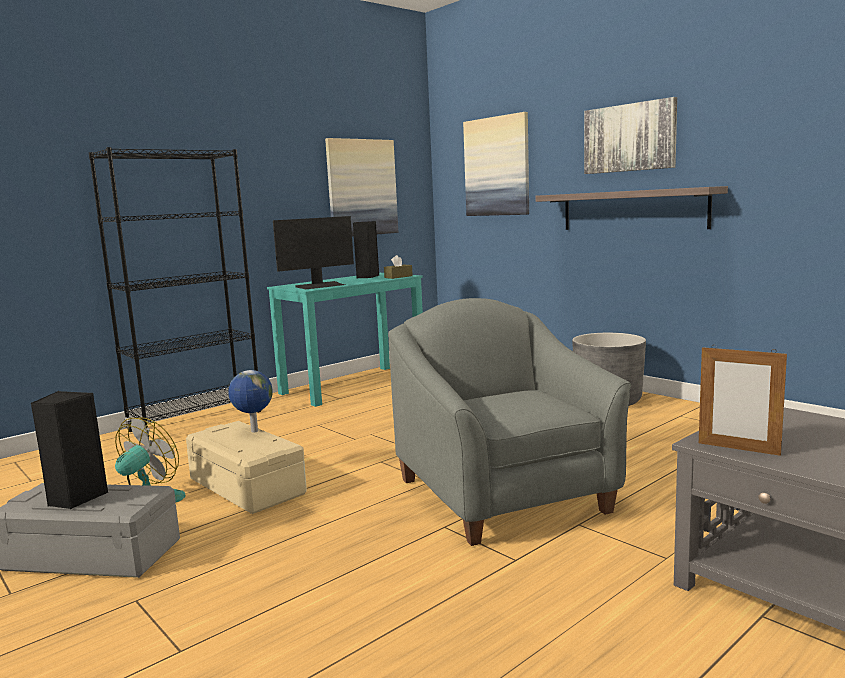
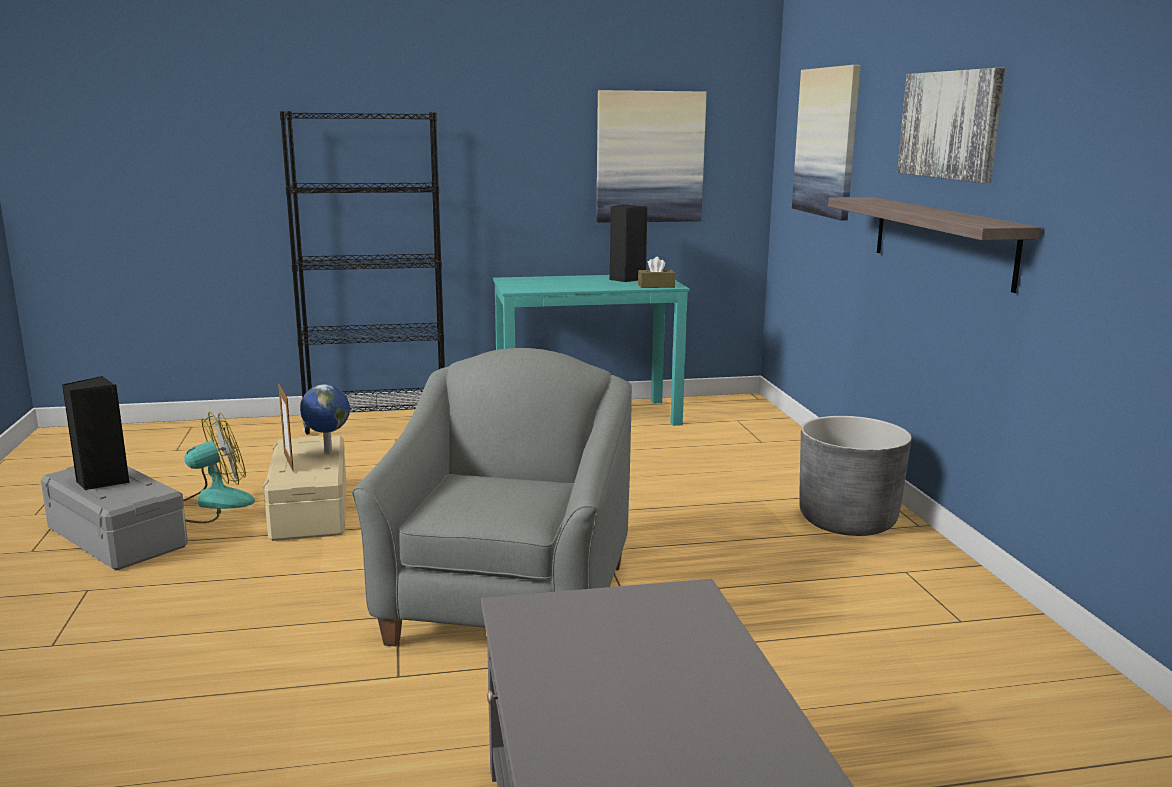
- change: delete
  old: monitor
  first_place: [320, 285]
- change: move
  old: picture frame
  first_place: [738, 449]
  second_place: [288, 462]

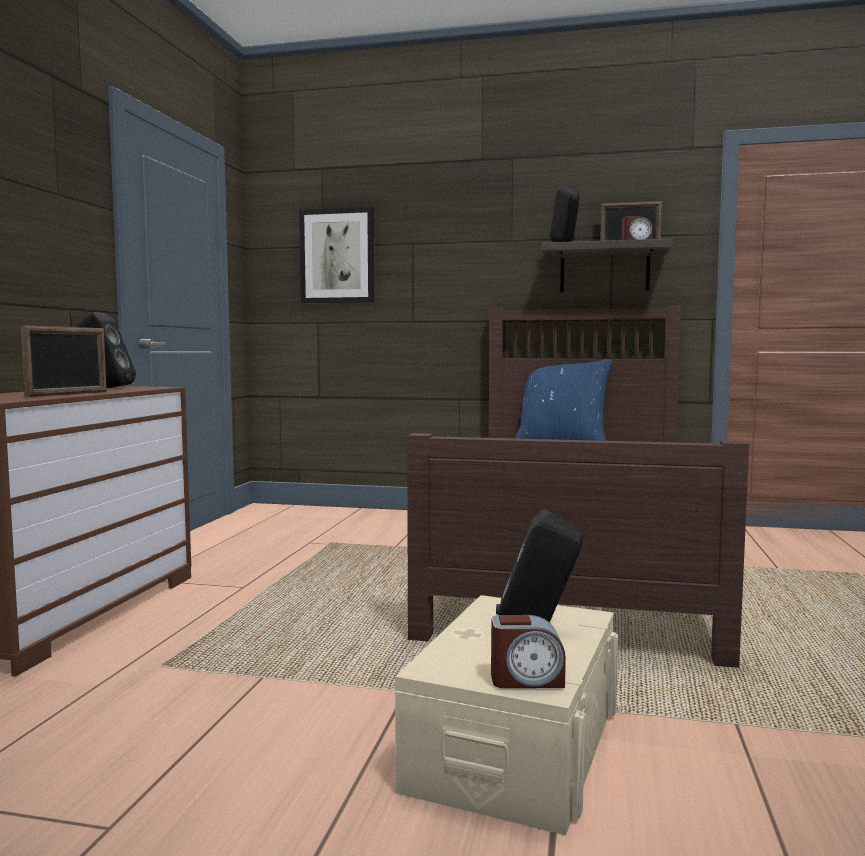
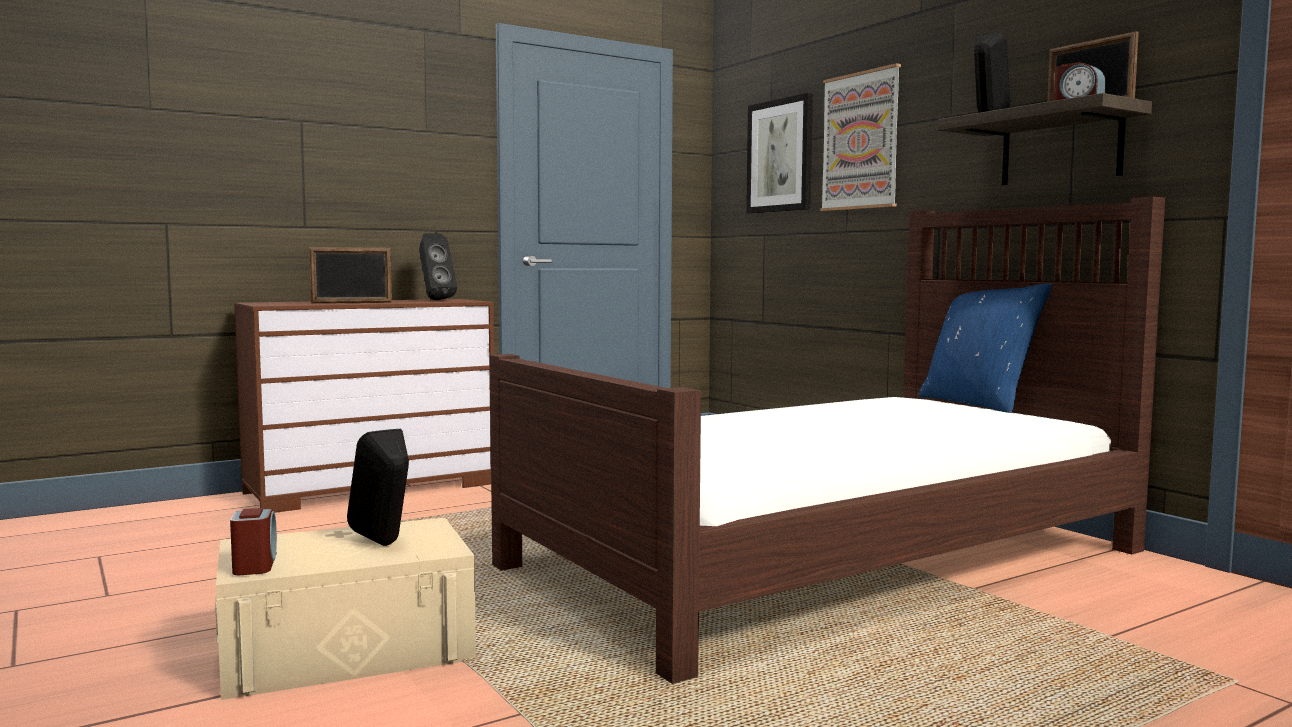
- change: insert
  new: picture
  second_place: [860, 141]
- change: rotate
  old: alarm clock
  first_place: [526, 680]
  second_place: [255, 565]
  degrees: -150

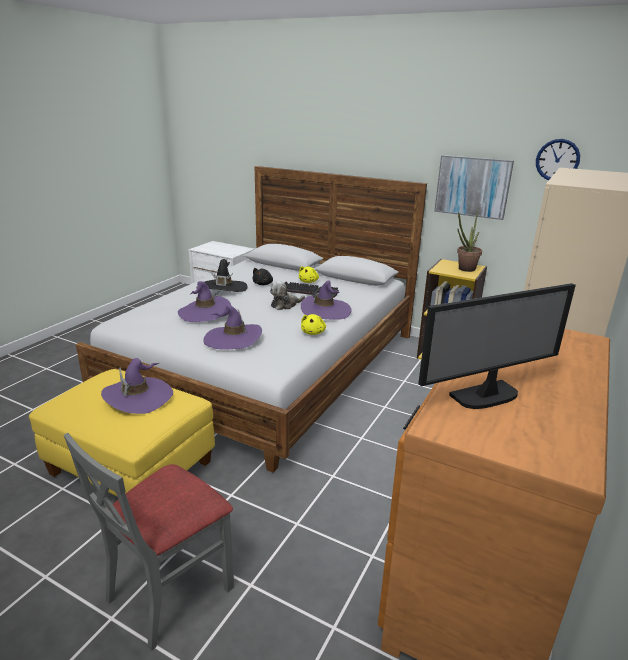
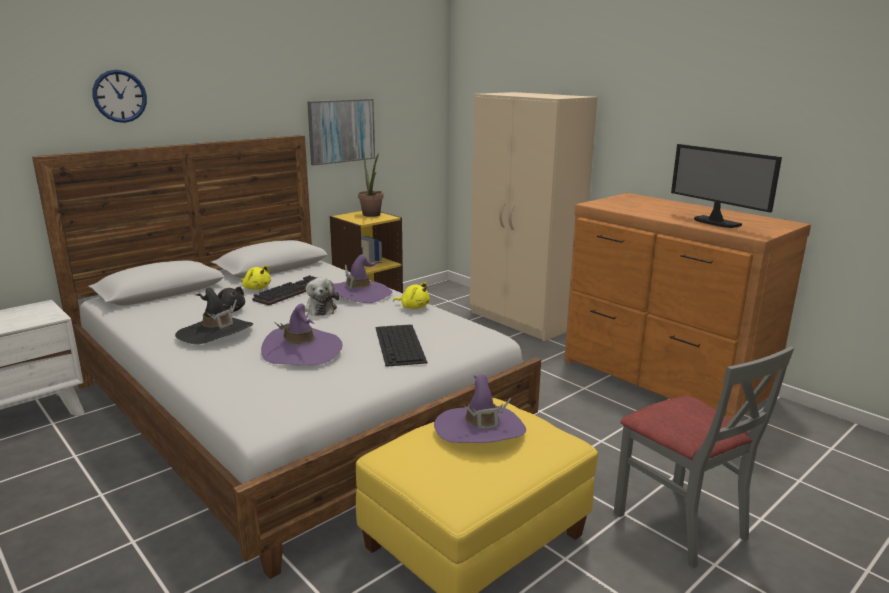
- change: move
  old: wall clock
  first_place: [557, 160]
  second_place: [119, 96]
- change: replace
  old: purple hat
  new: keyboard
  first_place: [233, 339]
  second_place: [400, 345]
- change: rotate
  old: monitor
  first_place: [486, 396]
  second_place: [715, 222]
  degrees: 150

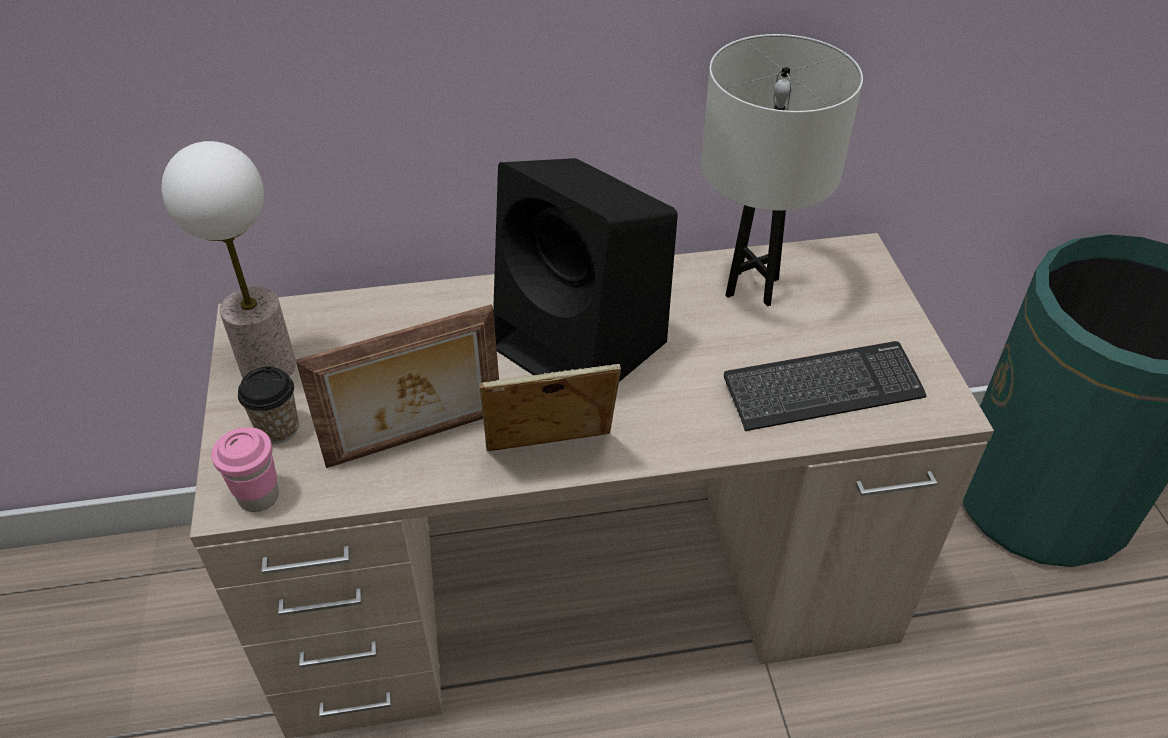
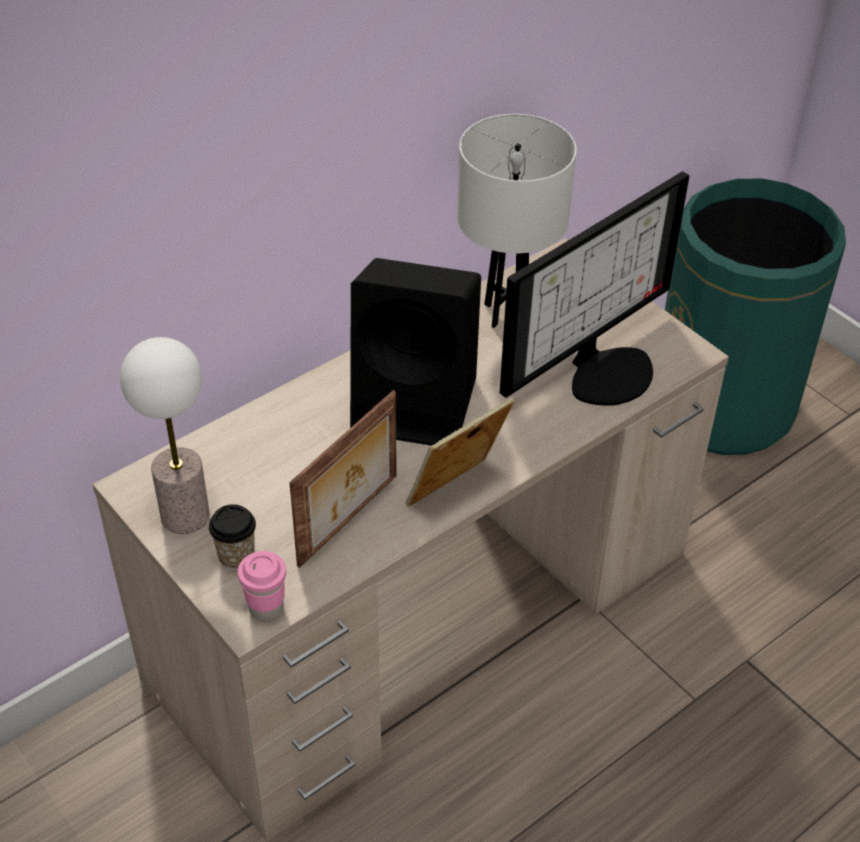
- change: replace
  old: keyboard
  new: monitor
  first_place: [822, 389]
  second_place: [605, 370]

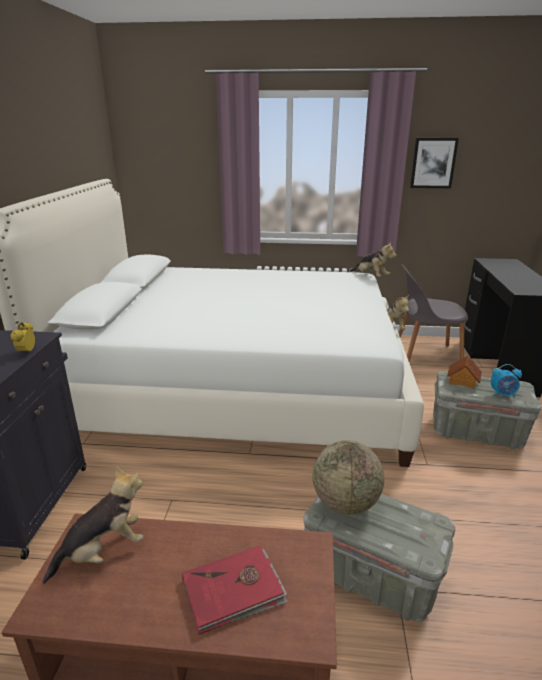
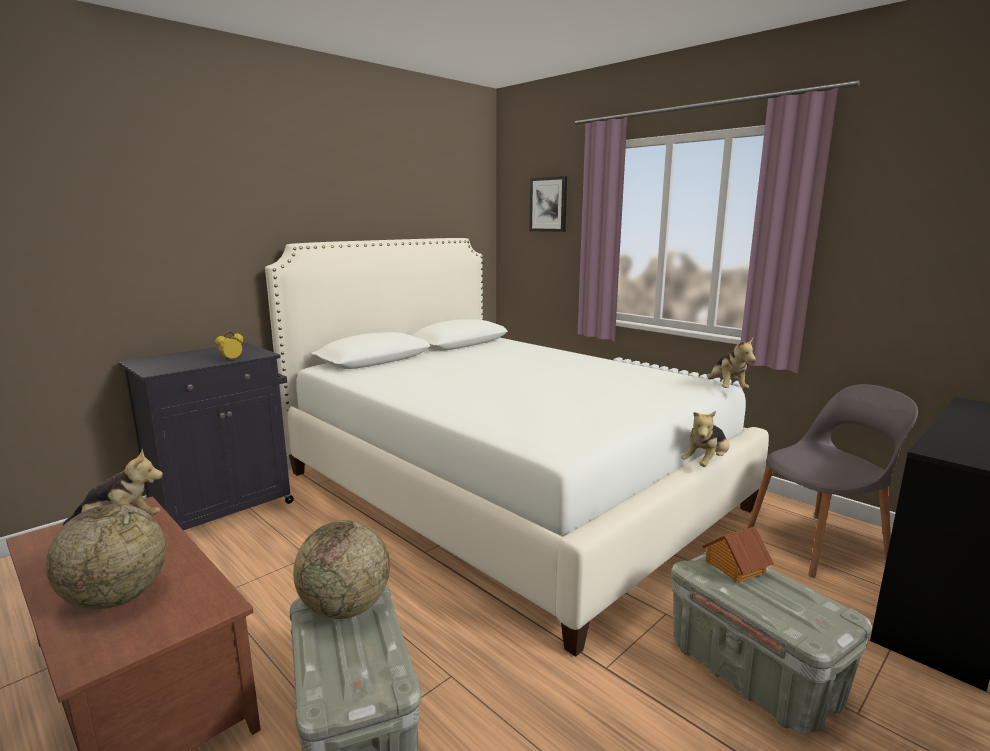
- change: delete
  old: alarm clock
  first_place: [502, 395]
- change: move
  old: picture
  first_place: [433, 163]
  second_place: [548, 204]
- change: replace
  old: red book
  new: globe
  first_place: [233, 591]
  second_place: [117, 598]
- change: rotate
  old: grey chair
  first_place: [424, 355]
  second_place: [819, 544]
  degrees: 120

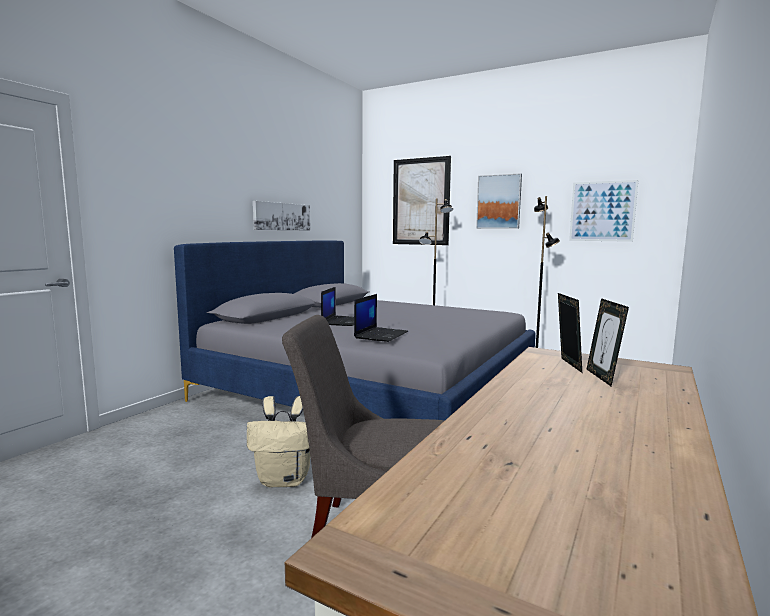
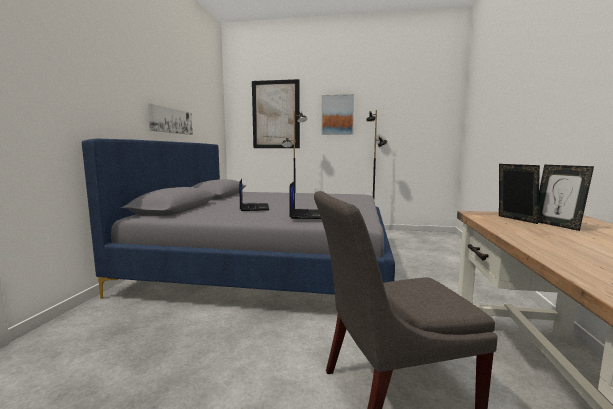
- change: delete
  old: beige backpack
  first_place: [285, 480]
- change: delete
  old: picture
  first_place: [602, 211]

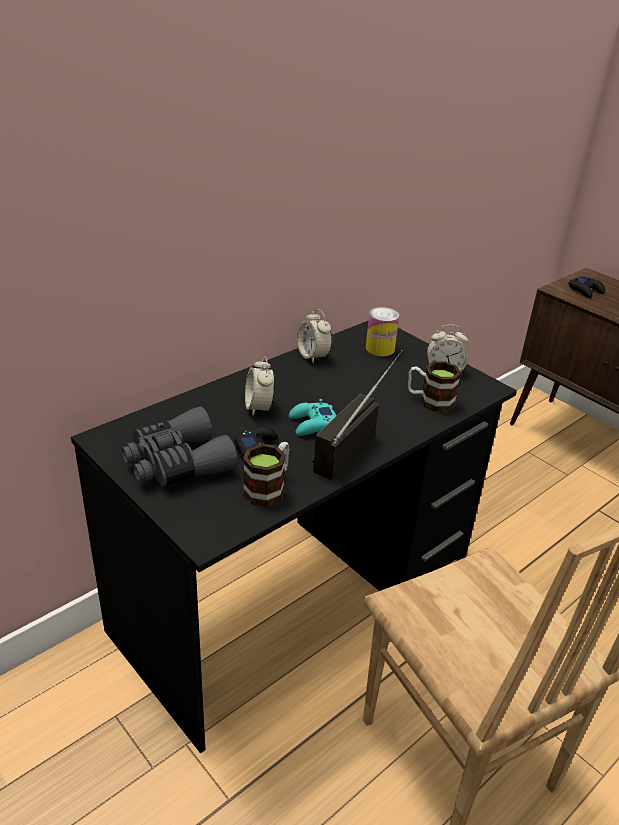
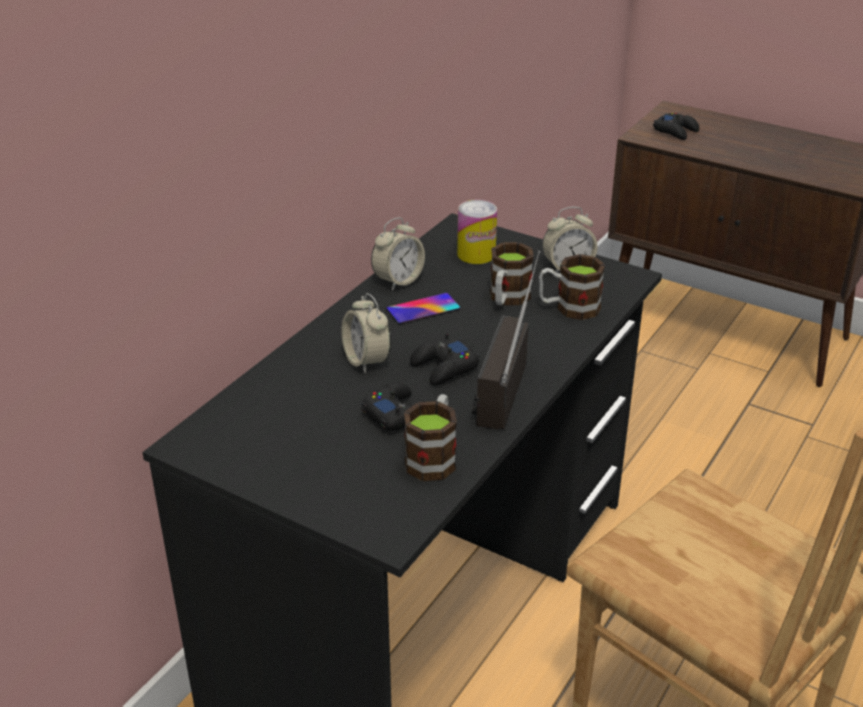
- change: delete
  old: grey binoculars
  first_place: [177, 463]
- change: insert
  new: phone
  second_place: [423, 309]
- change: insert
  new: mug
  second_place: [507, 299]
- change: recolor
  old: turquoise game controller
  new: black game controller
  first_place: [312, 424]
  second_place: [444, 367]
- change: rotate
  old: alarm clock
  first_place: [313, 356]
  second_place: [398, 281]
  degrees: -90

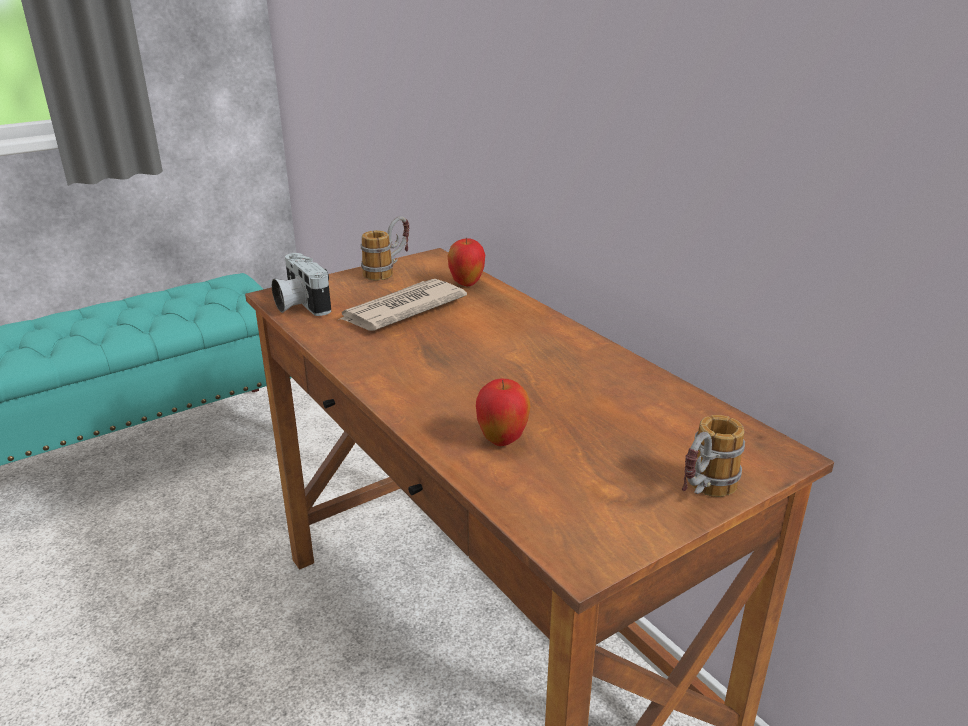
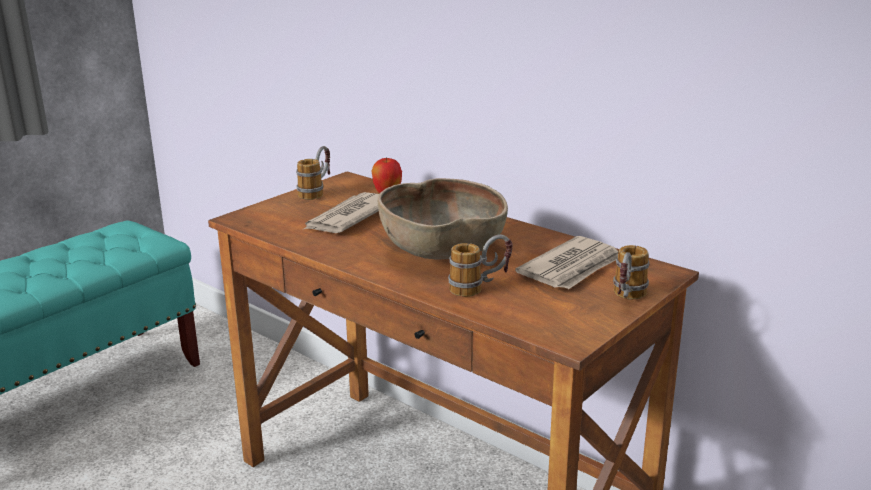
- change: delete
  old: photo camera
  first_place: [299, 304]
- change: insert
  new: brown bowl
  second_place: [442, 252]
- change: insert
  new: newspaper
  second_place: [572, 268]
- change: replace
  old: apple
  new: mug
  first_place: [502, 440]
  second_place: [480, 288]

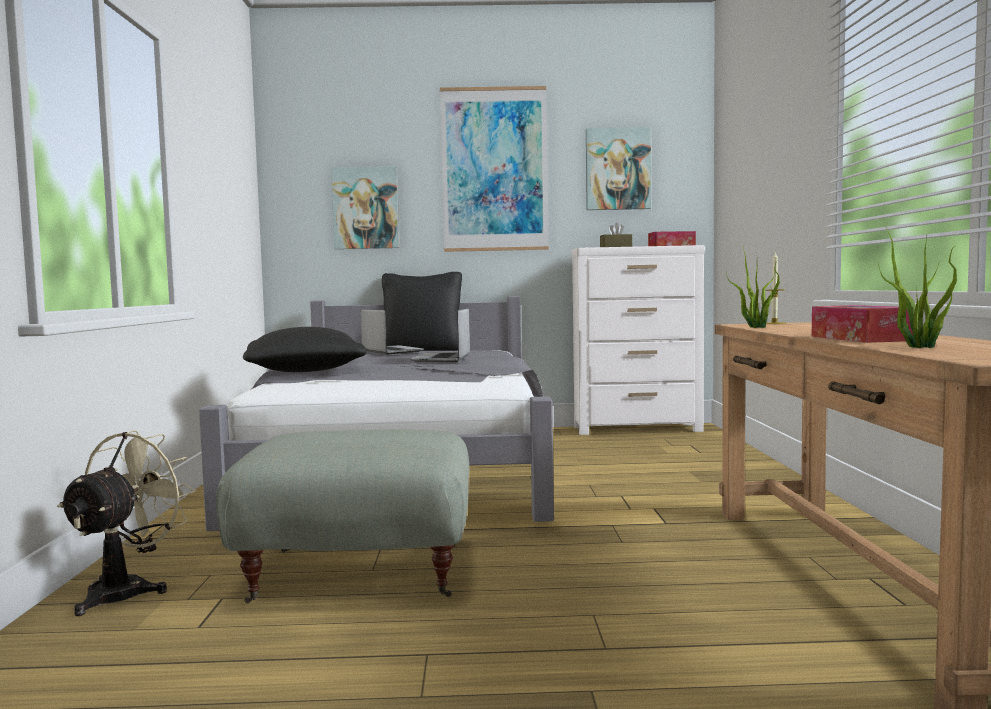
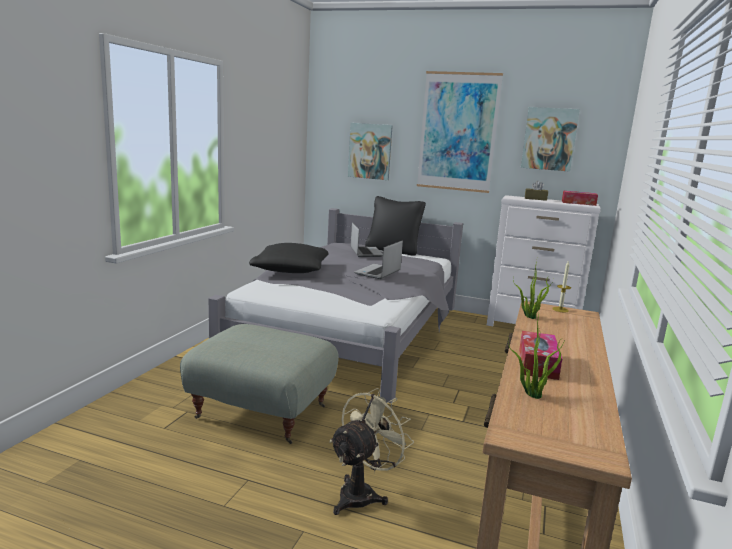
- change: move
  old: beige fan
  first_place: [128, 590]
  second_place: [362, 493]

